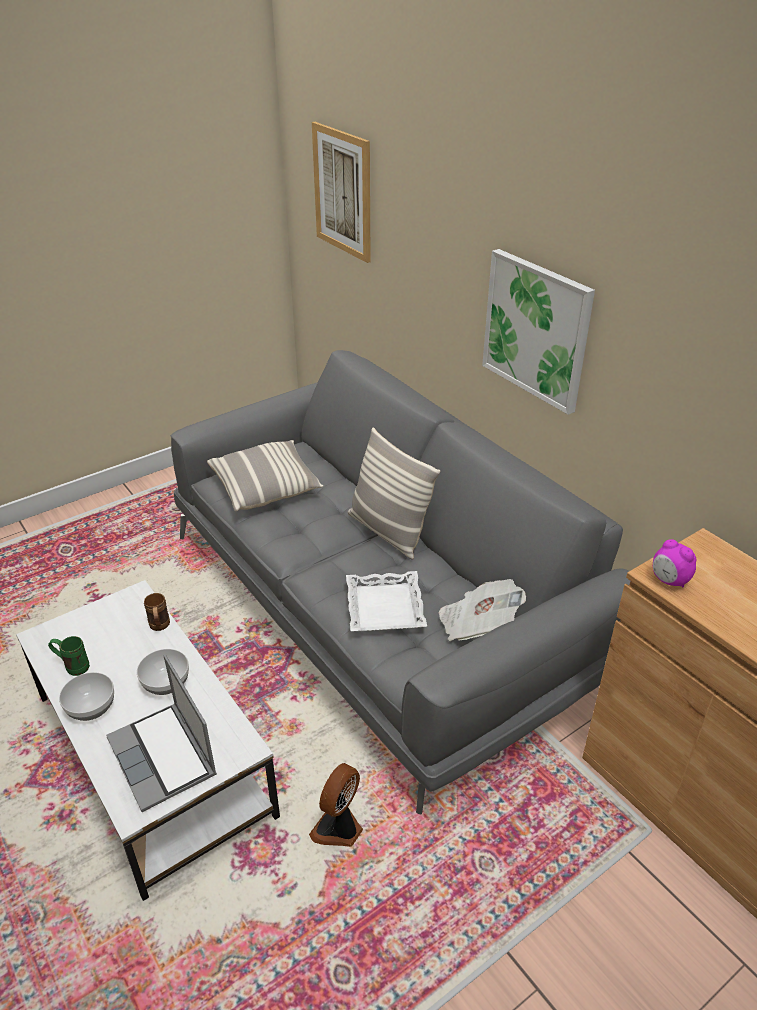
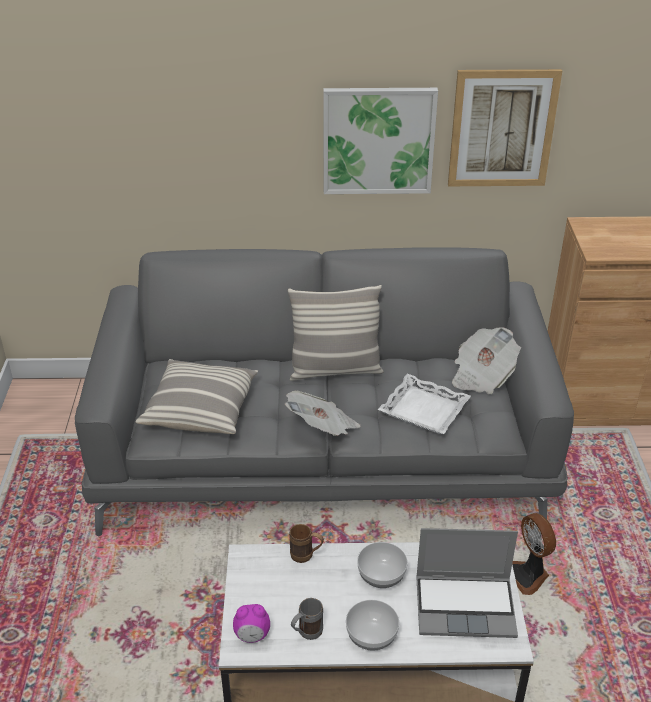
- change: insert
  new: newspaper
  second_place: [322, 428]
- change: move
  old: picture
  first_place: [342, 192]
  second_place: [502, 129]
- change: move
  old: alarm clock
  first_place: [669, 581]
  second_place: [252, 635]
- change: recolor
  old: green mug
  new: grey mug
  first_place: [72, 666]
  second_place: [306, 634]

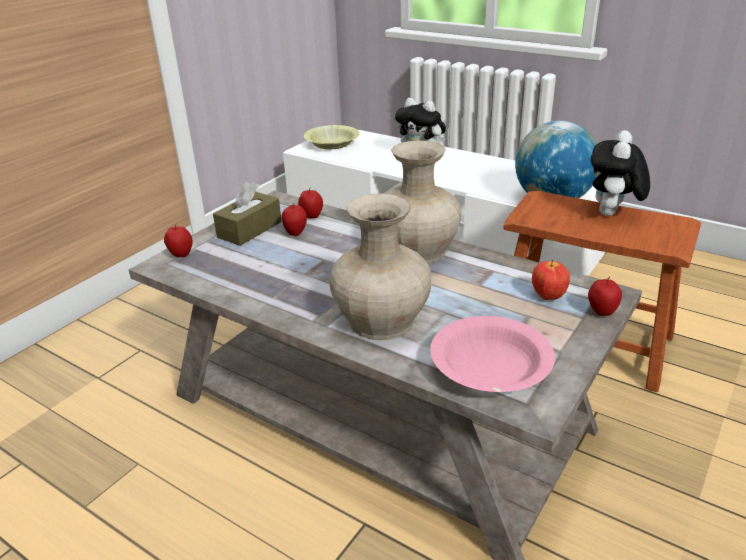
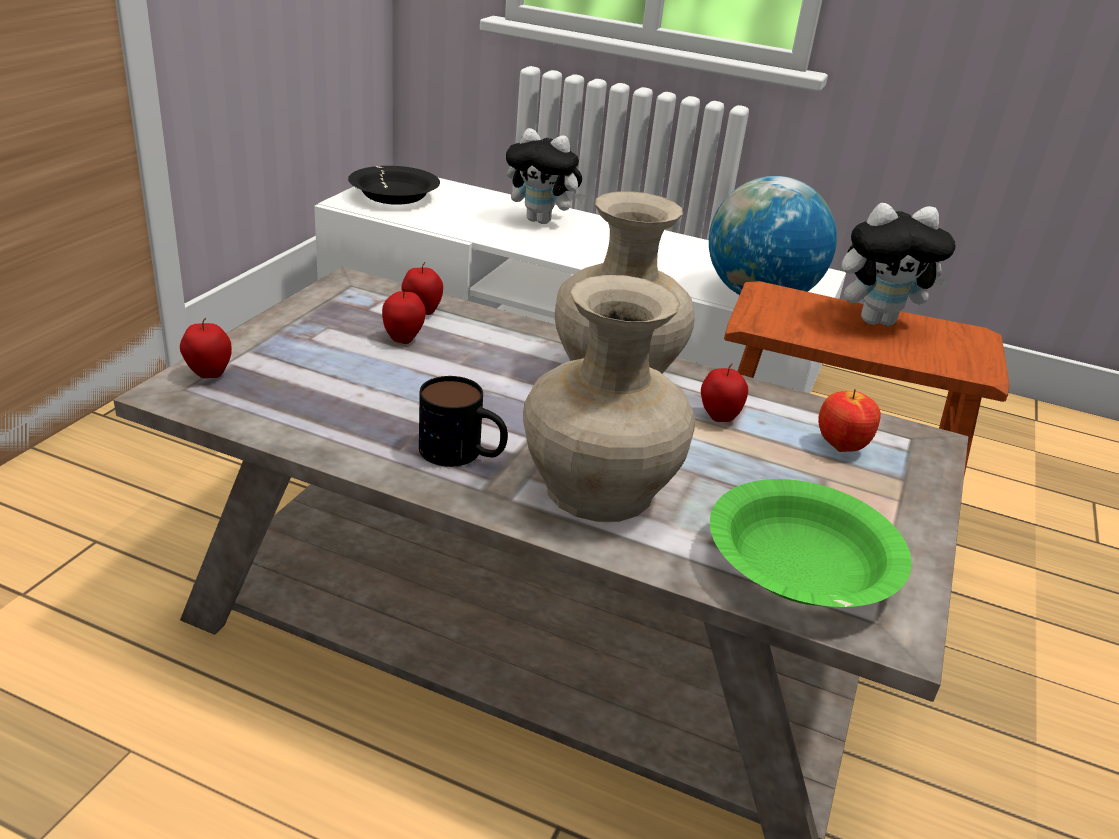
- change: delete
  old: brown tissue box
  first_place: [249, 229]
- change: insert
  new: mug
  second_place: [463, 454]
- change: move
  old: apple
  first_place: [601, 312]
  second_place: [718, 418]
- change: recolor
  old: yellow bowl
  new: black bowl
  first_place: [332, 144]
  second_place: [394, 196]
- change: recolor
  old: pink bowl
  new: green bowl
  first_place: [490, 369]
  second_place: [800, 567]
- change: rotate
  old: plush toy
  first_place: [612, 214]
  second_place: [877, 320]
  degrees: -105

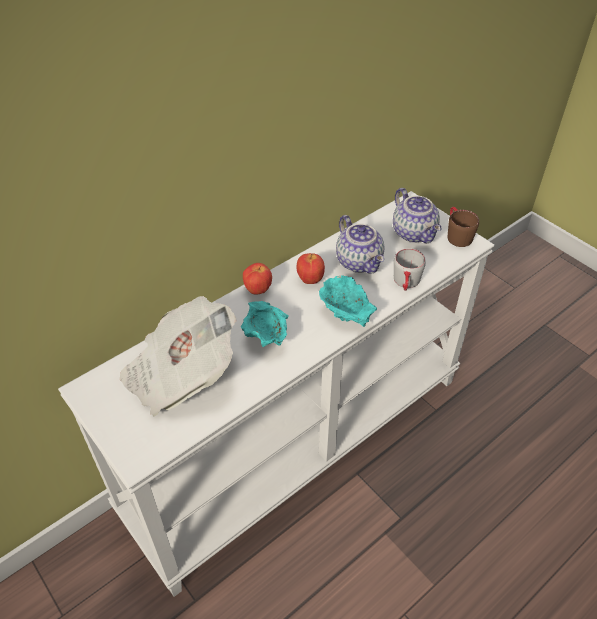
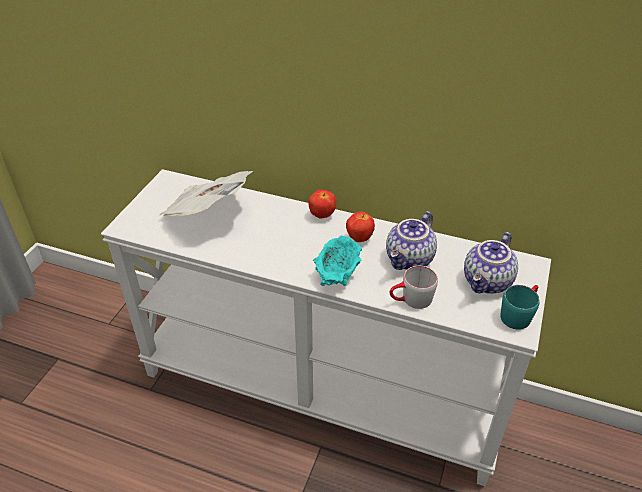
- change: delete
  old: turquoise bowl
  first_place: [266, 337]
- change: recolor
  old: brown mug
  new: turquoise mug
  first_place: [456, 235]
  second_place: [519, 314]

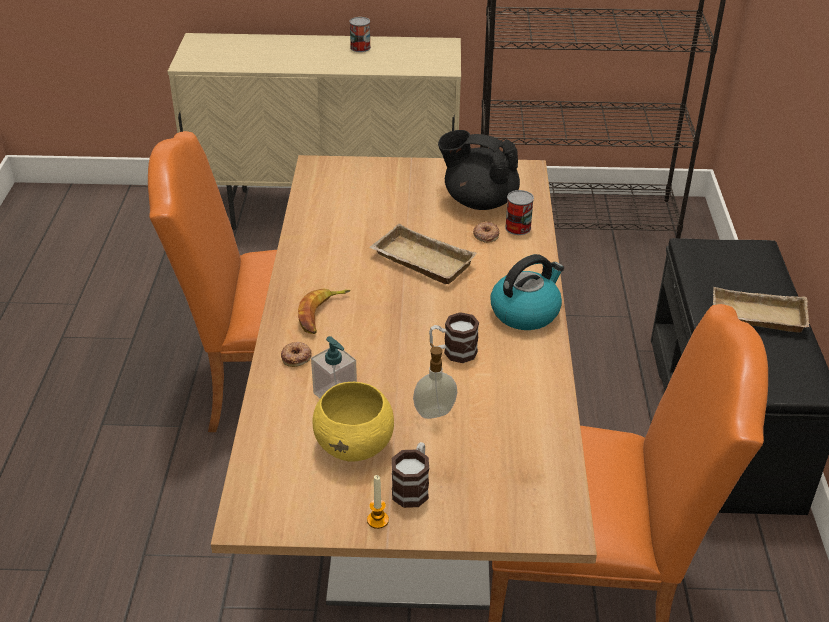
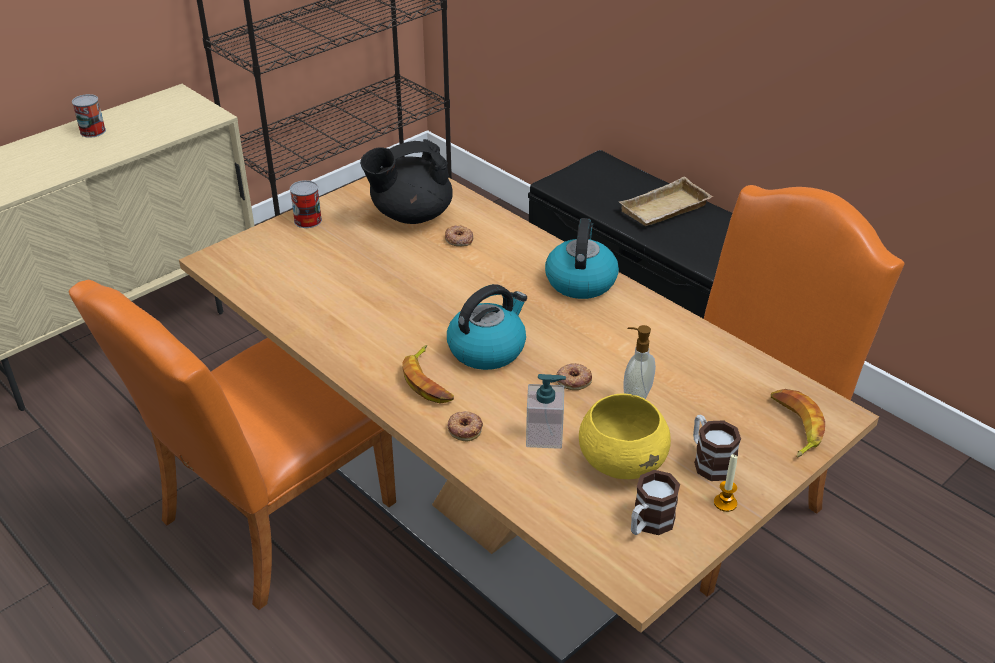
- change: delete
  old: beige tray
  first_place: [420, 262]
- change: insert
  new: kettle
  second_place: [487, 349]
- change: insert
  new: donut
  second_place: [573, 379]
- change: insert
  new: banana
  second_place: [794, 426]
- change: move
  old: mug
  first_place: [453, 352]
  second_place: [648, 524]
- change: move
  old: can
  first_place: [518, 227]
  second_place: [308, 220]

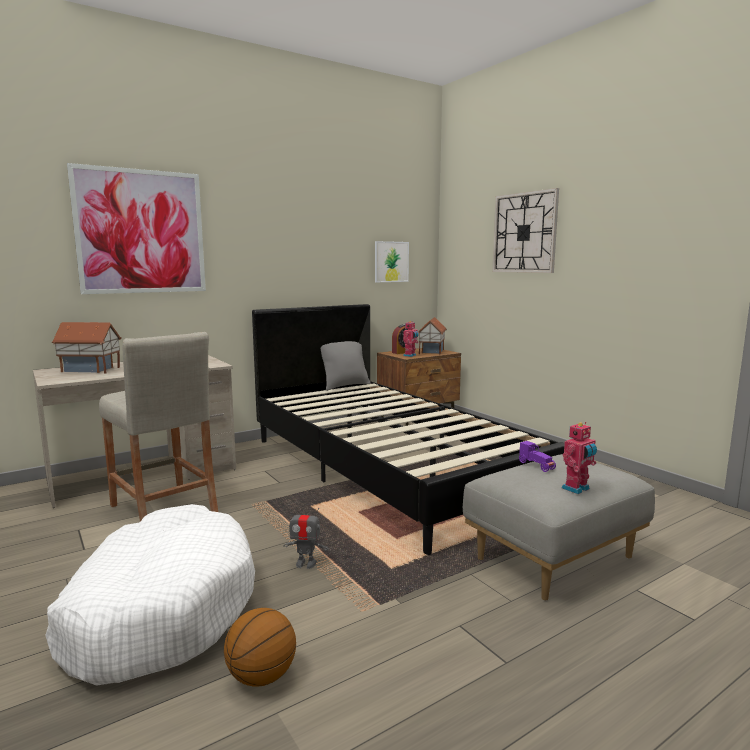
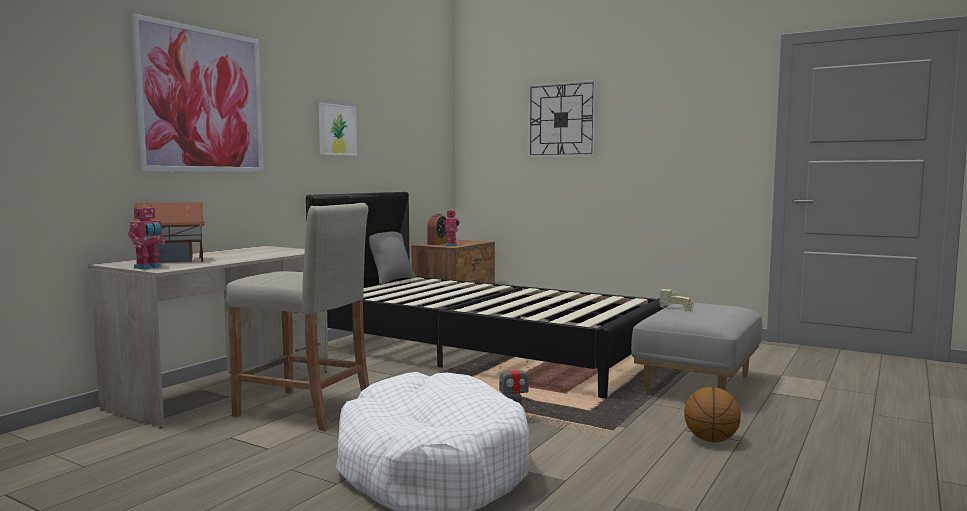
- change: delete
  old: toy house
  first_place: [431, 351]
- change: move
  old: basketball
  first_place: [261, 676]
  second_place: [711, 440]
- change: move
  old: picture
  first_place: [391, 262]
  second_place: [337, 130]
- change: move
  old: toy robot
  first_place: [577, 489]
  second_place: [148, 267]
- change: recolor
  old: purple toy car
  new: beige toy car
  first_place: [537, 466]
  second_place: [676, 308]

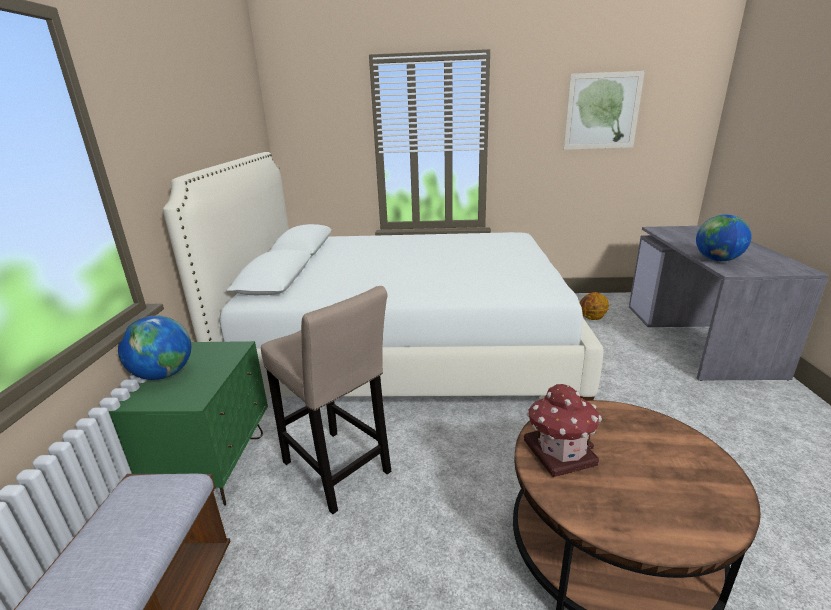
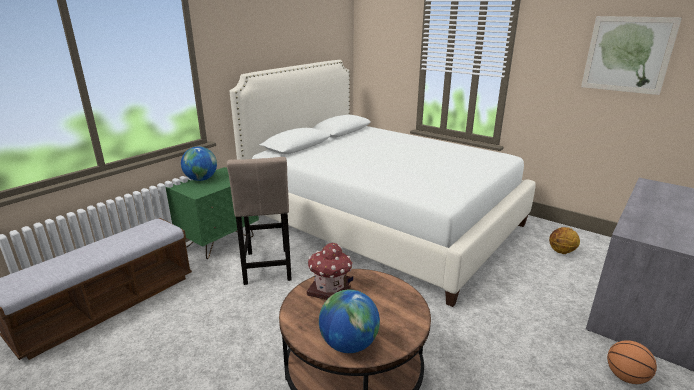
- change: insert
  new: basketball
  second_place: [626, 377]
- change: move
  old: globe
  first_place: [717, 260]
  second_place: [349, 344]

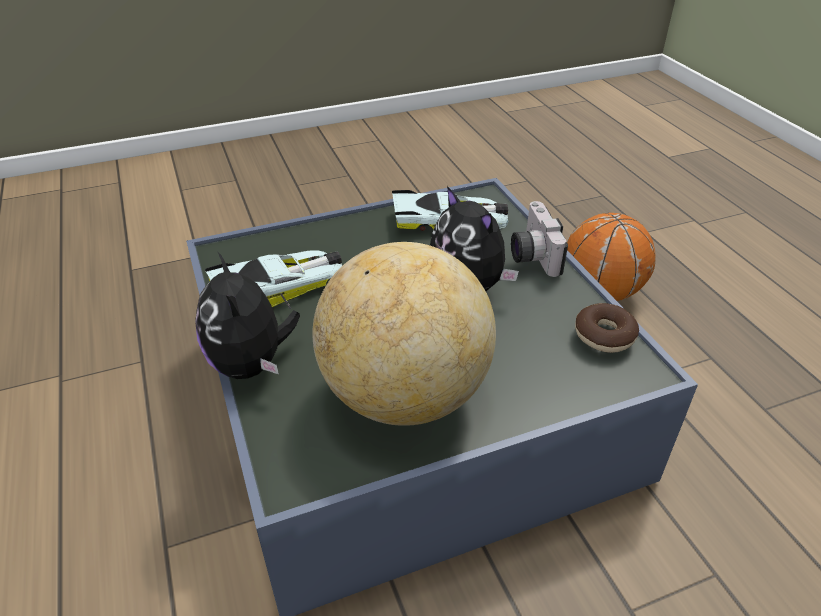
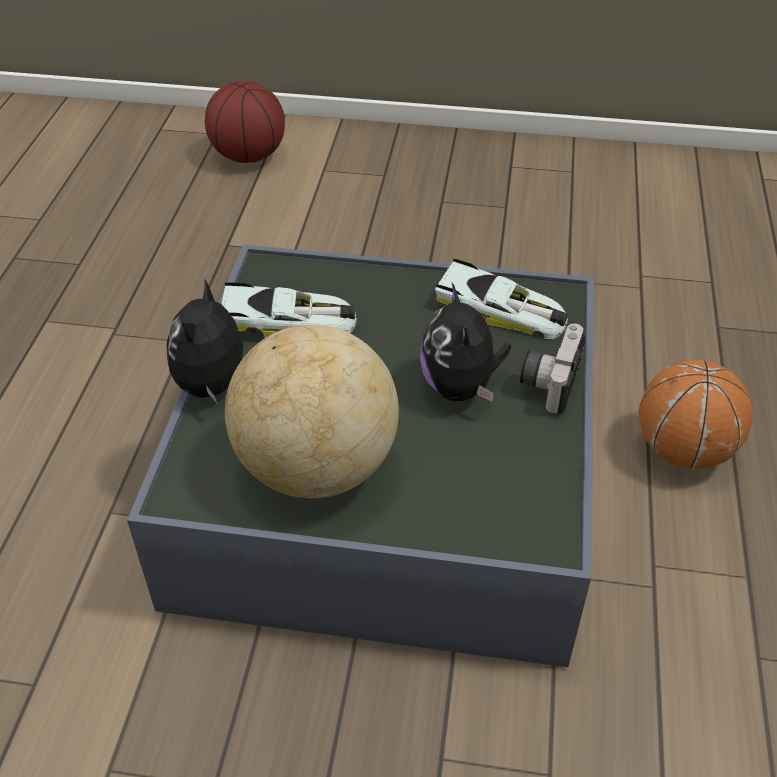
- change: delete
  old: donut
  first_place: [604, 335]
- change: insert
  new: basketball
  second_place: [249, 156]

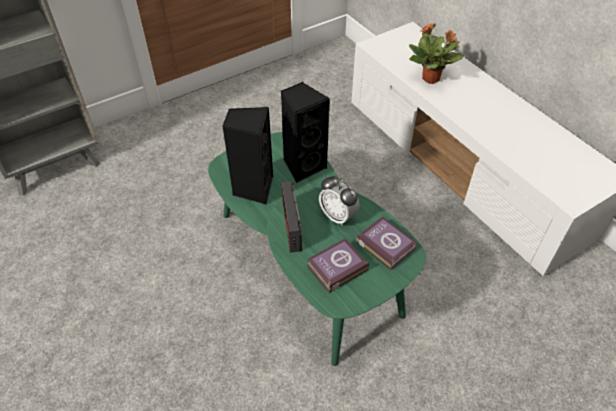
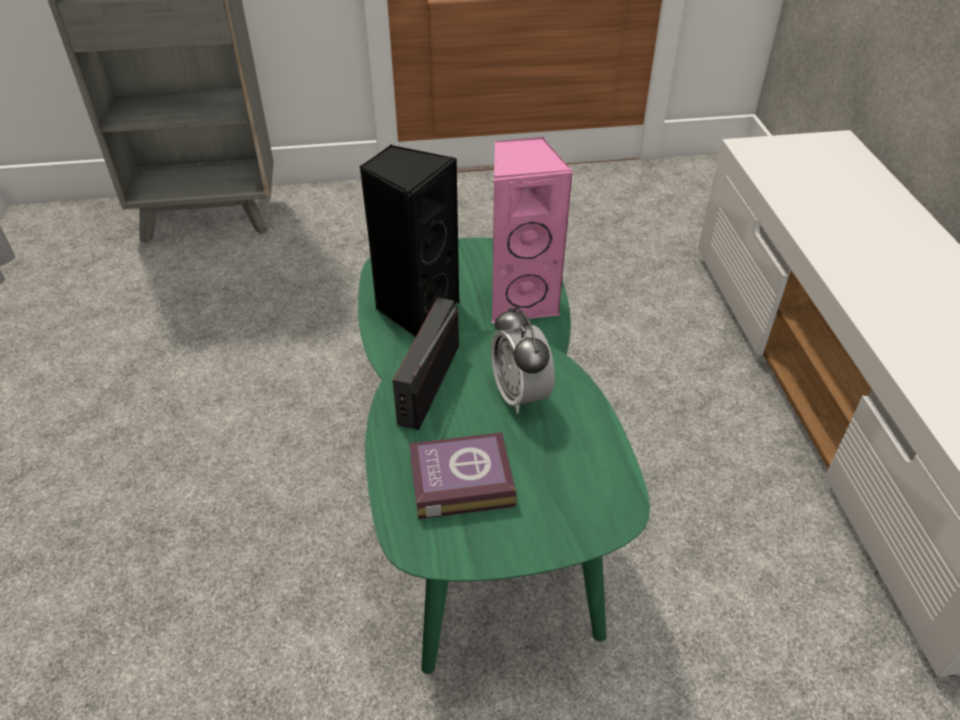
- change: delete
  old: book
  first_place: [385, 244]
- change: delete
  old: potted plant
  first_place: [431, 79]
- change: recolor
  old: black speaker
  new: pink speaker
  first_place: [303, 166]
  second_place: [521, 300]

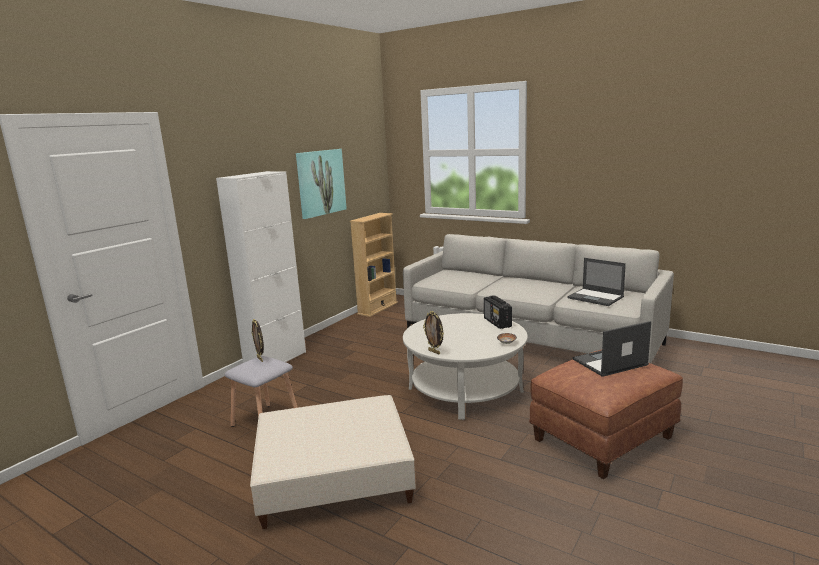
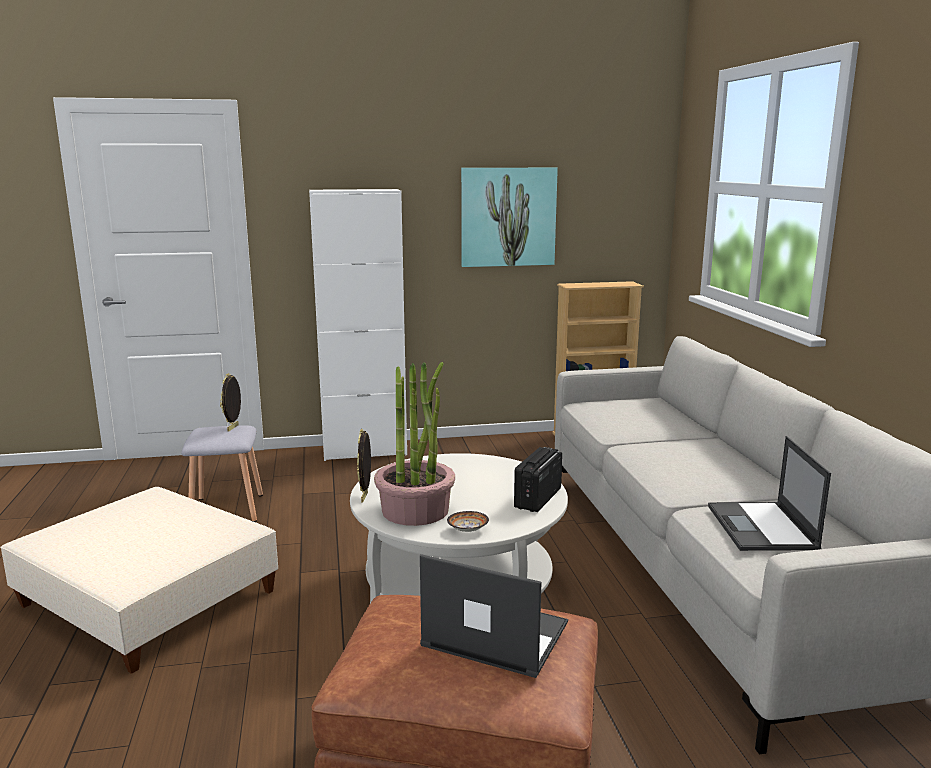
- change: insert
  new: potted plant
  second_place: [415, 510]

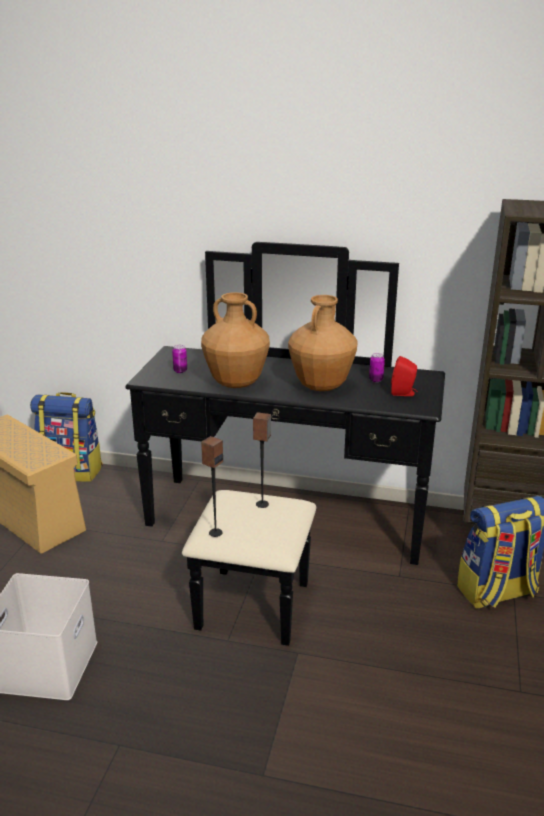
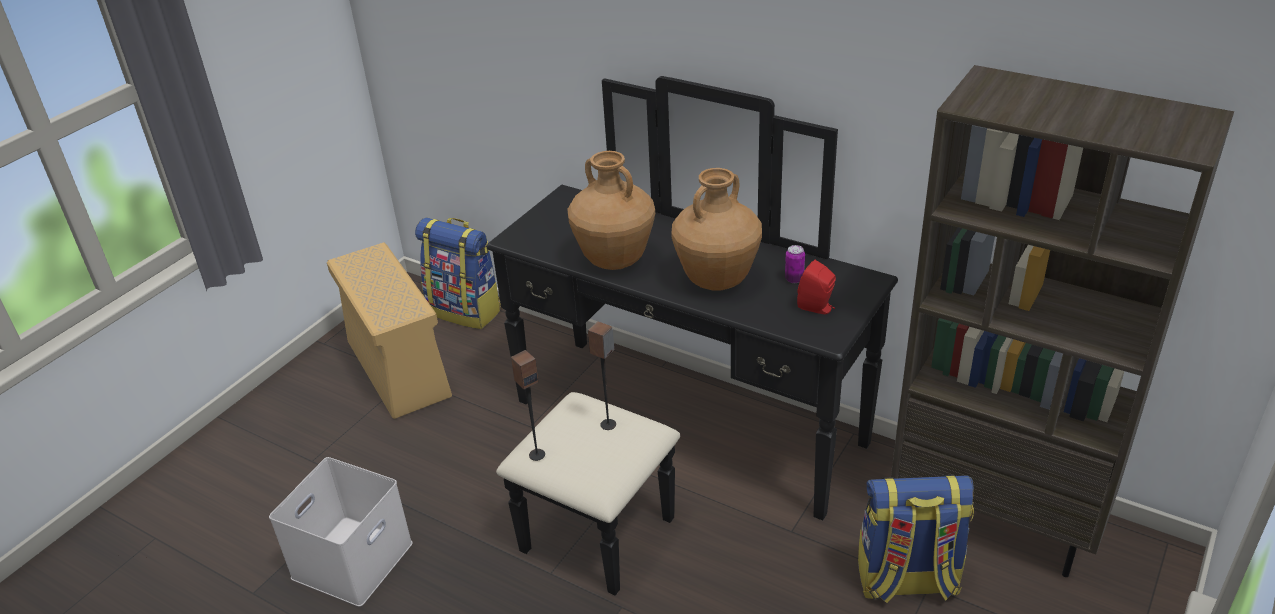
- change: delete
  old: can
  first_place: [180, 371]

